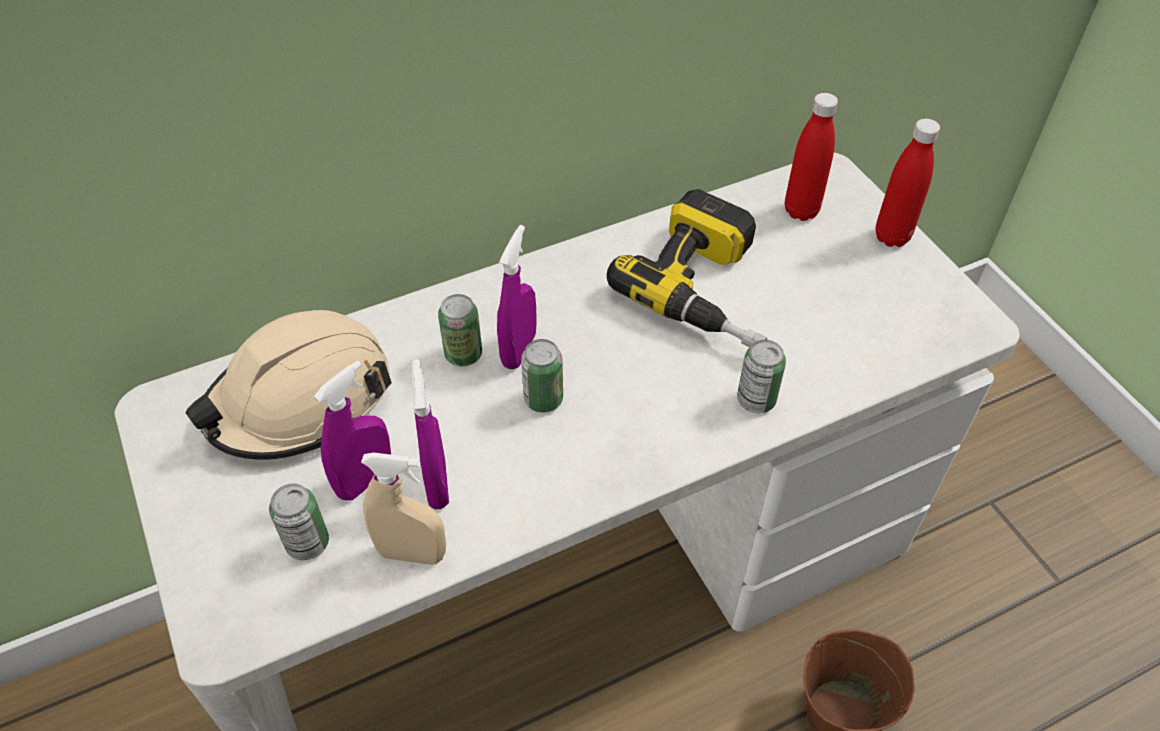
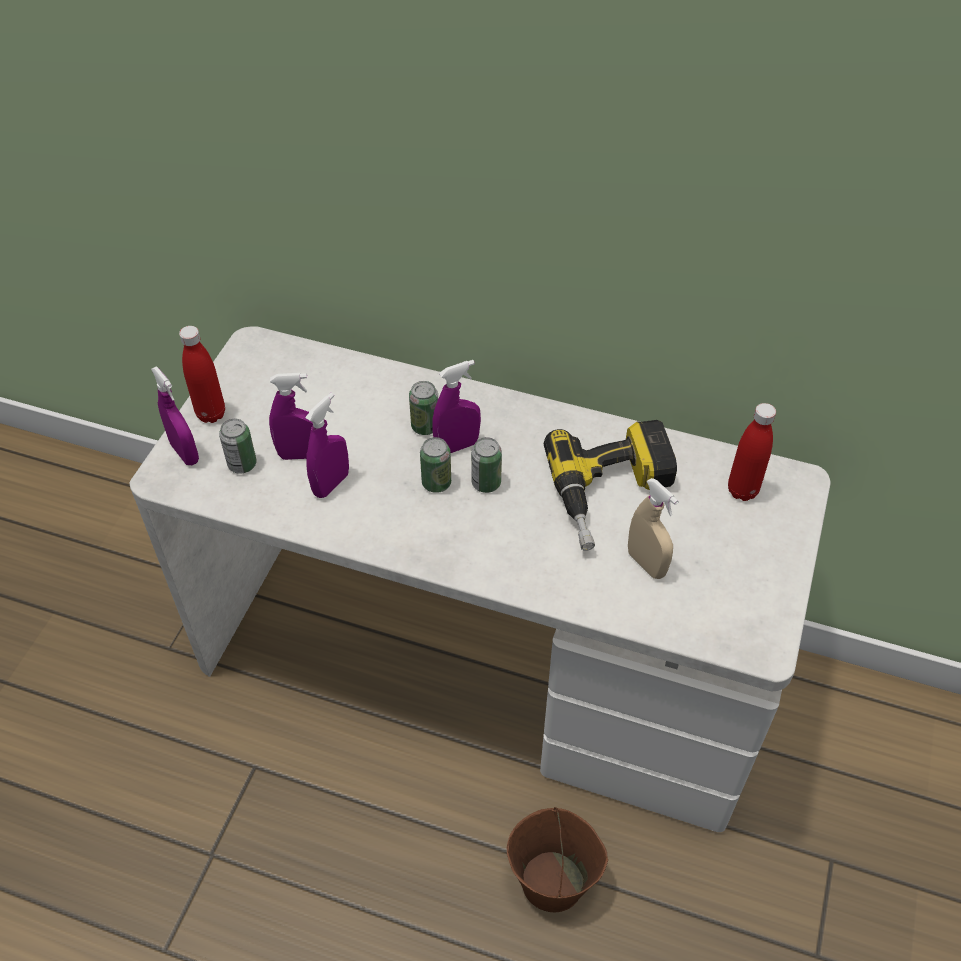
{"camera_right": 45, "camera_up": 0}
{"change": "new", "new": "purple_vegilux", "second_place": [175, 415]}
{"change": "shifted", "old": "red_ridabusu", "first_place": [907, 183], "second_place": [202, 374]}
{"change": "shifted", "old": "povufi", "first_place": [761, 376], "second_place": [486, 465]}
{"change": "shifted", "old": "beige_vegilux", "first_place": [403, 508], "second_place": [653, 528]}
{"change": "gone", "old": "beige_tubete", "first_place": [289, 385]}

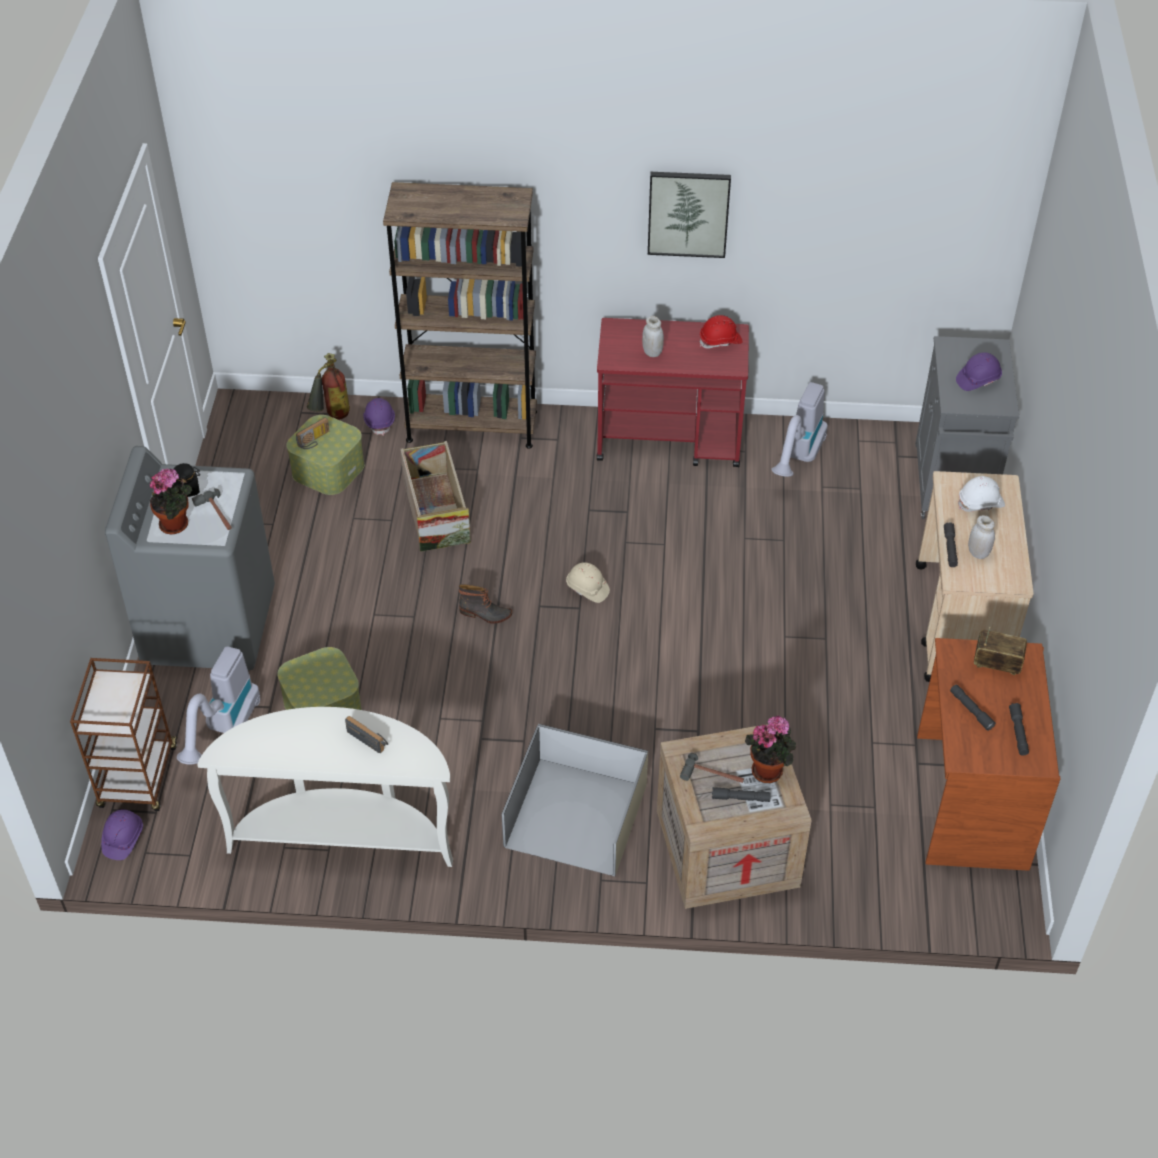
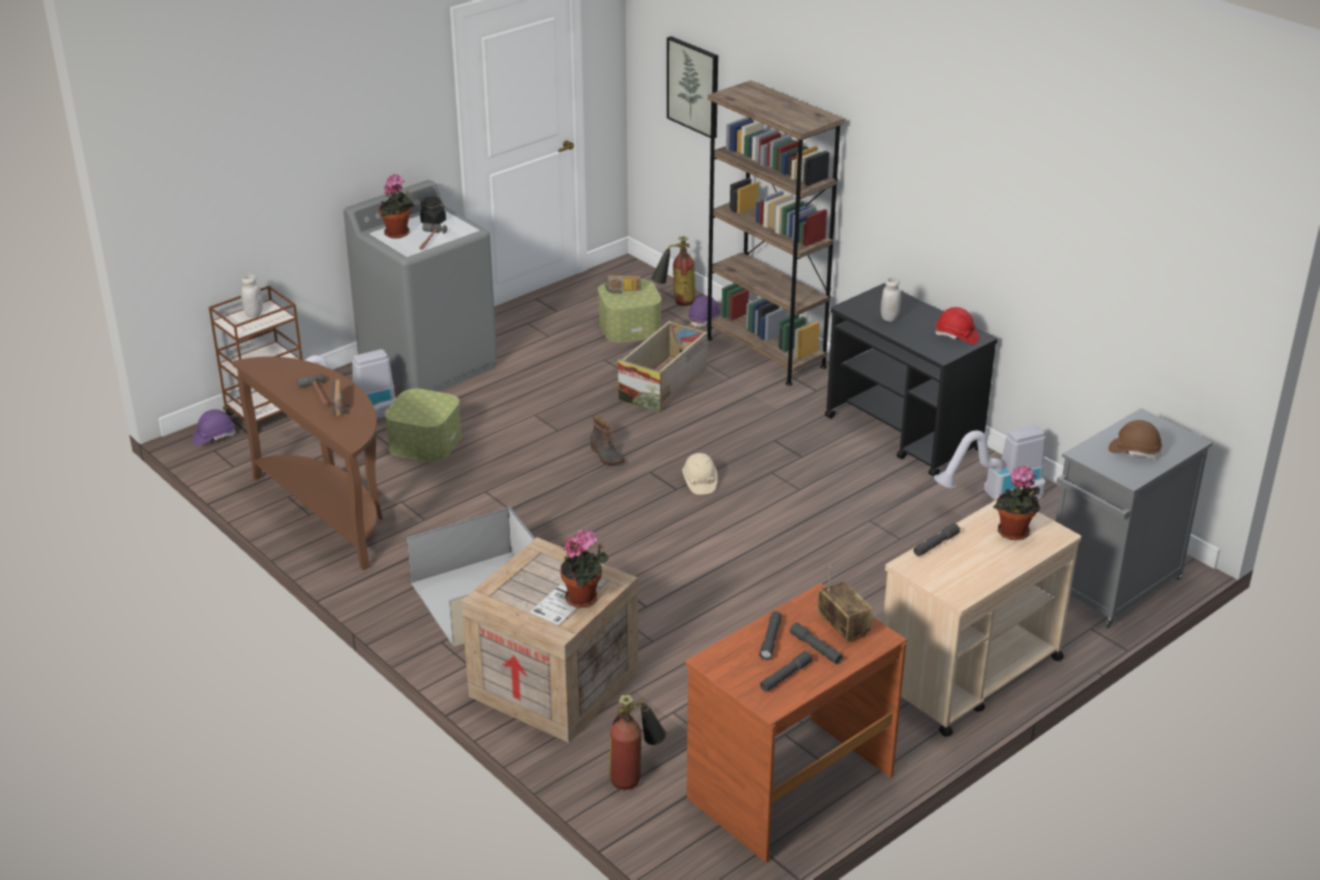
{"camera_right": 45, "camera_up": -15}
{"change": "repainted", "old": "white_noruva", "new": "brown_noruva", "first_place": [325, 787], "second_place": [307, 463]}
{"change": "shifted", "old": "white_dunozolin", "first_place": [981, 537], "second_place": [252, 296]}
{"change": "shifted", "old": "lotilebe", "first_place": [712, 768], "second_place": [313, 389]}
{"change": "new", "new": "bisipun", "second_place": [637, 742]}
{"change": "shifted", "old": "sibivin", "first_place": [689, 215], "second_place": [692, 87]}
{"change": "shifted", "old": "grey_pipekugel", "first_place": [741, 794], "second_place": [816, 643]}
{"change": "repainted", "old": "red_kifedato", "new": "black_kifedato", "first_place": [673, 392], "second_place": [911, 380]}
{"change": "swapped", "old": "white_tubete", "new": "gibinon", "first_place": [981, 494], "second_place": [1016, 503]}
{"change": "repainted", "old": "purple_tubete", "new": "brown_tubete", "first_place": [979, 371], "second_place": [1135, 439]}

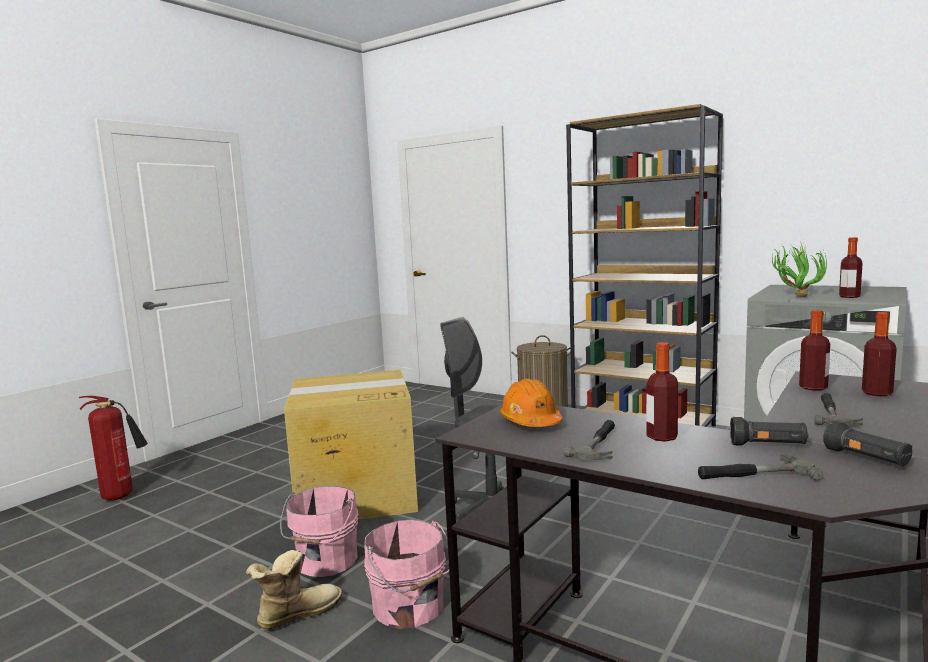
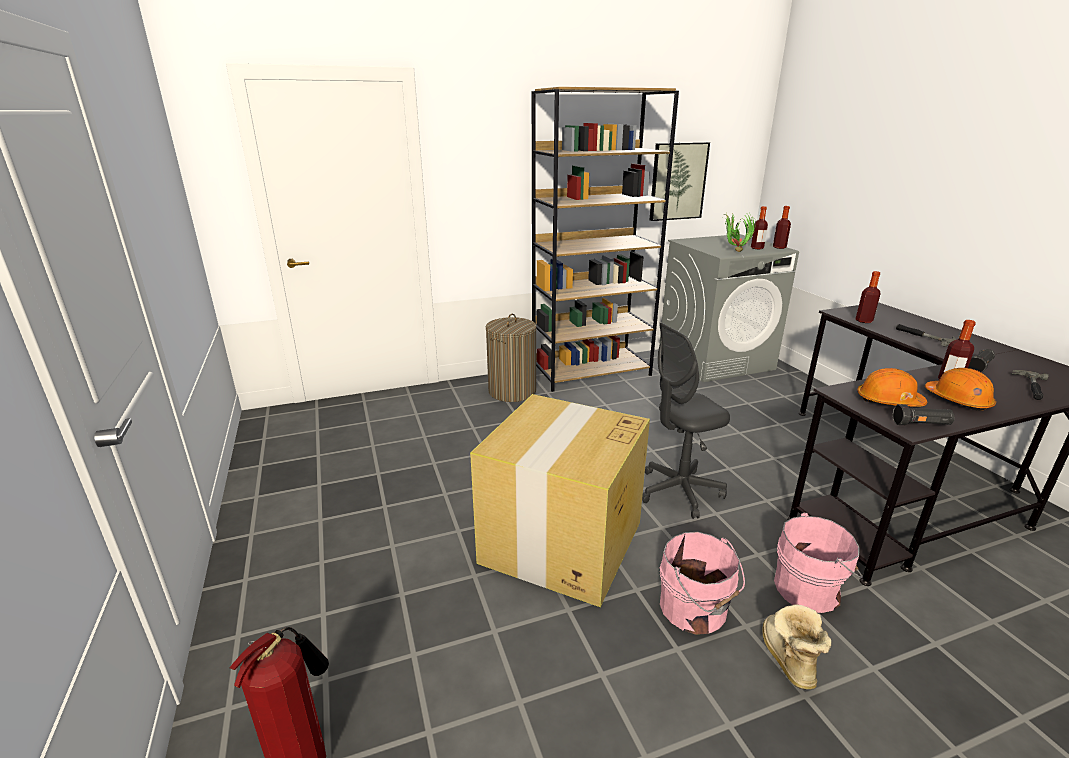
{"camera_right": -55, "camera_up": 15}
{"change": "new", "new": "sibivin", "second_place": [679, 181]}
{"change": "shifted", "old": "ridabusu", "first_place": [879, 354], "second_place": [782, 227]}
{"change": "shifted", "old": "black_pipekugel", "first_place": [867, 443], "second_place": [924, 414]}
{"change": "swapped", "old": "lotilebe", "new": "orange_tubete", "first_place": [589, 440], "second_place": [960, 389]}

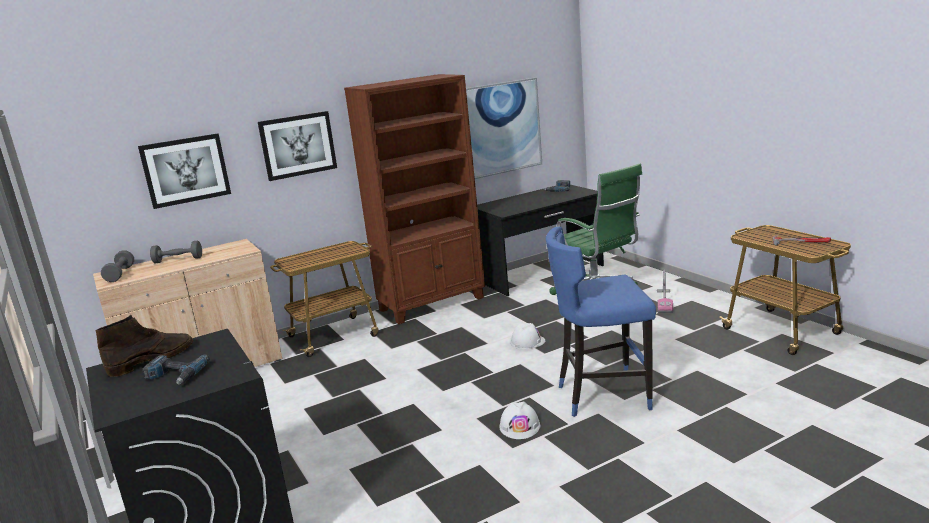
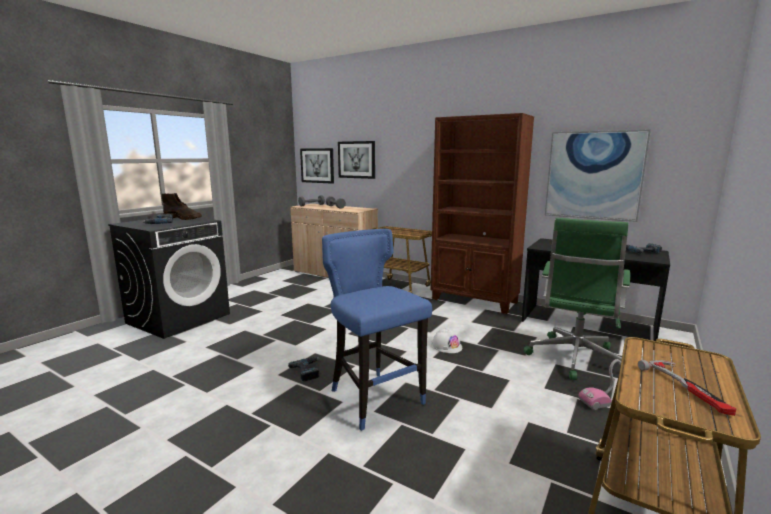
{"camera_right": 60, "camera_up": -5}
{"change": "swapped", "old": "white_tubete", "new": "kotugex", "first_place": [519, 420], "second_place": [304, 369]}
{"change": "shifted", "old": "sibivin", "first_place": [297, 146], "second_place": [317, 166]}

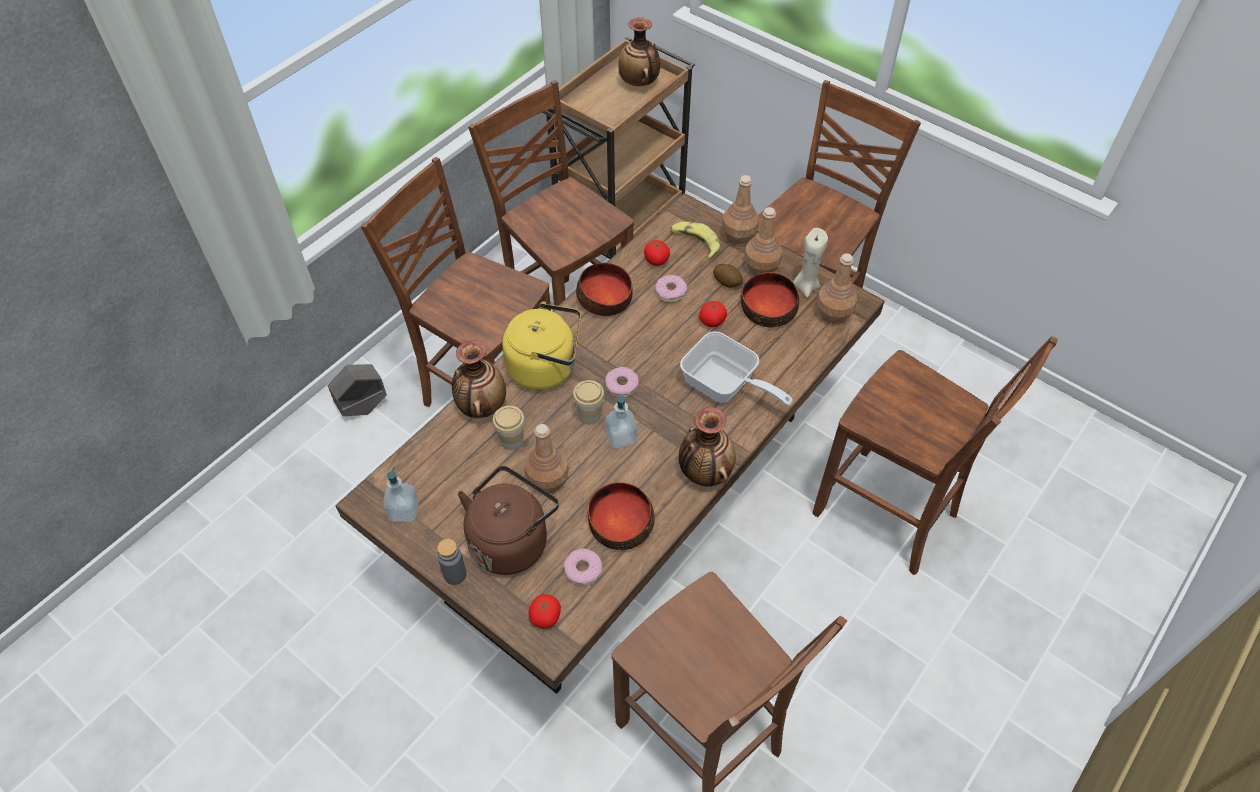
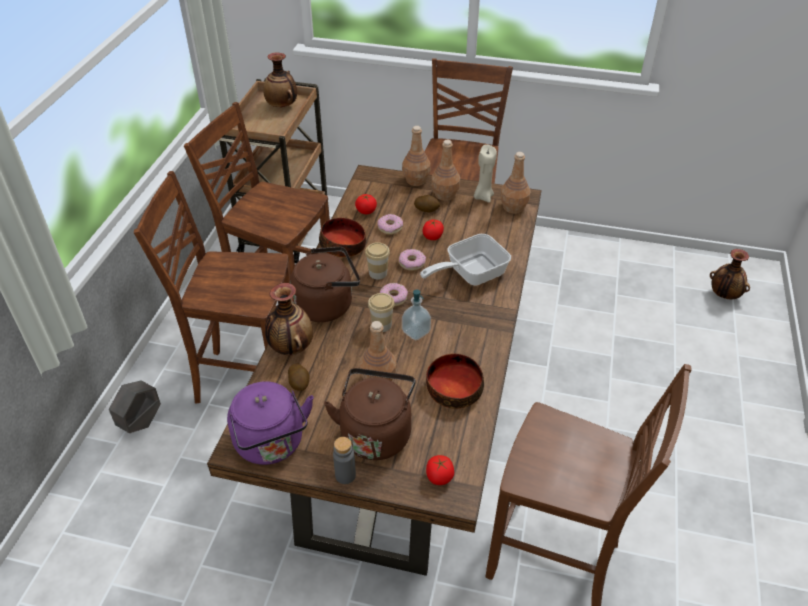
{"camera_right": -25, "camera_up": -10}
{"change": "swapped", "old": "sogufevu", "new": "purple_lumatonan", "first_place": [401, 494], "second_place": [270, 423]}
{"change": "new", "new": "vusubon", "second_place": [299, 377]}
{"change": "repainted", "old": "yellow_lumatonan", "new": "brown_lumatonan", "first_place": [541, 345], "second_place": [325, 284]}
{"change": "shifted", "old": "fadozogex", "first_place": [509, 428], "second_place": [377, 261]}
{"change": "shifted", "old": "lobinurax", "first_place": [583, 567], "second_place": [412, 260]}
{"change": "rotated", "old": "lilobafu", "first_place": [736, 368], "second_place": [465, 259], "degrees": 135}
{"change": "shifted", "old": "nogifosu", "first_place": [707, 447], "second_place": [730, 274]}
{"change": "gone", "old": "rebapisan", "first_place": [695, 240]}
{"change": "gone", "old": "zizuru", "first_place": [770, 299]}
{"change": "gone", "old": "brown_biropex", "first_place": [935, 455]}

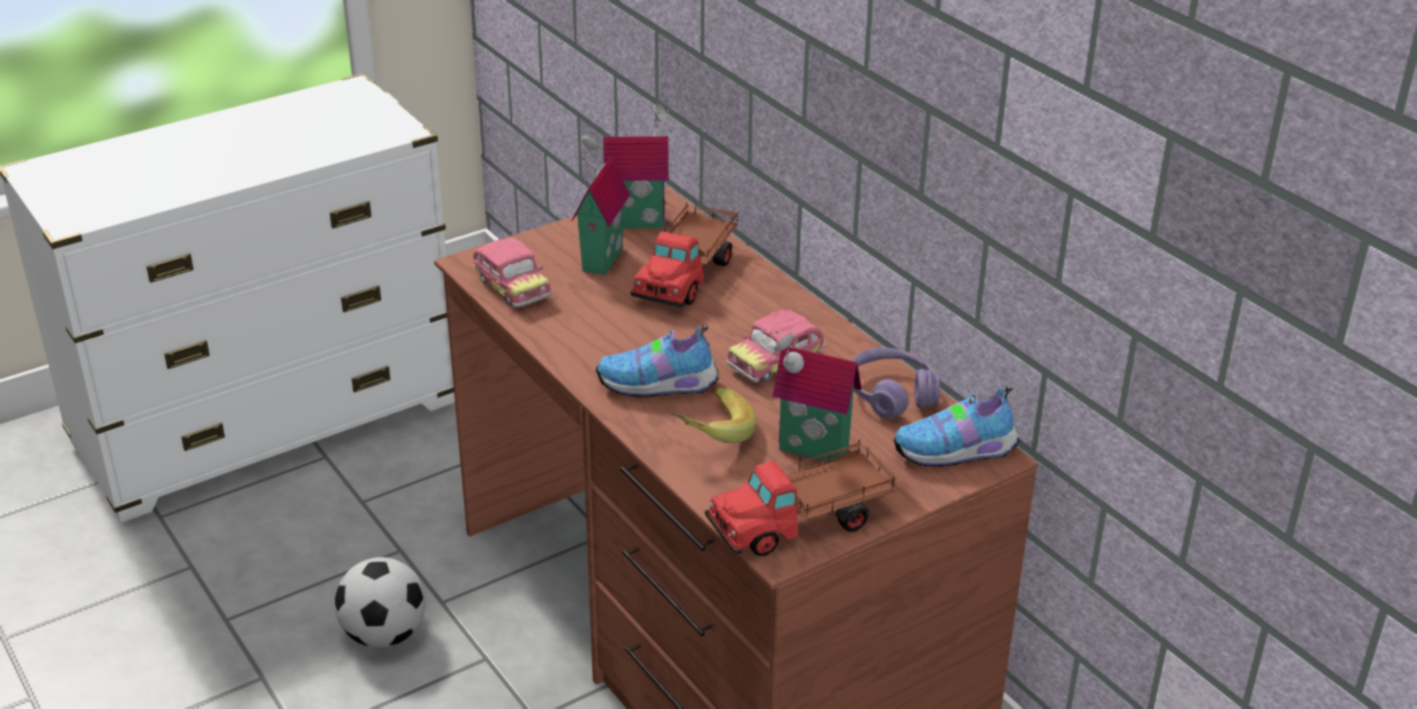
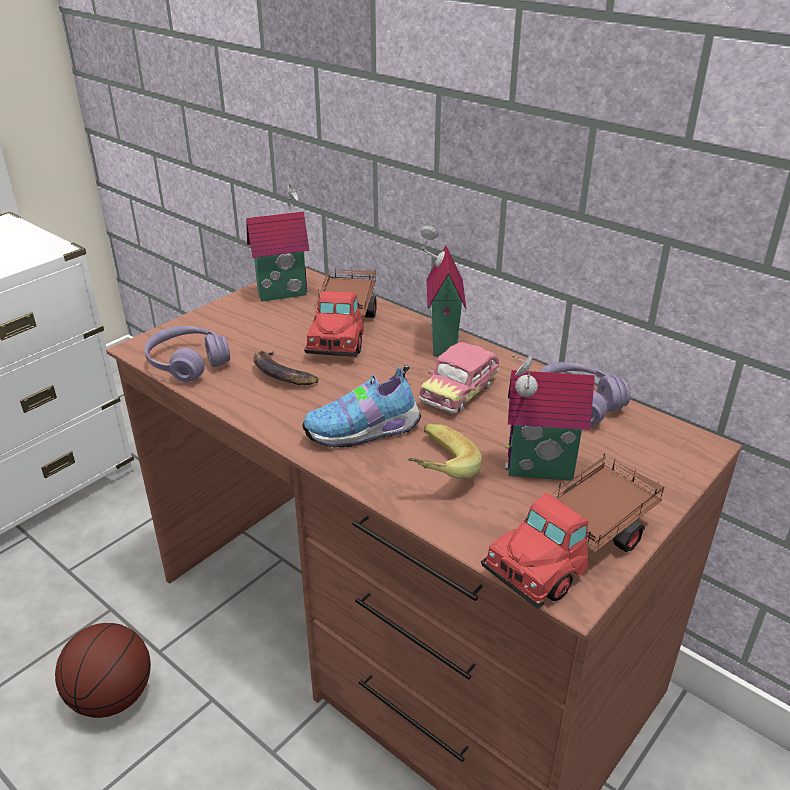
{"camera_right": -15, "camera_up": 0}
{"change": "swapped", "old": "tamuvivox", "new": "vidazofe", "first_place": [380, 602], "second_place": [103, 670]}
{"change": "swapped", "old": "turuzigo", "new": "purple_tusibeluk", "first_place": [512, 272], "second_place": [187, 354]}
{"change": "new", "new": "rebapisan", "second_place": [286, 368]}
{"change": "shifted", "old": "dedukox", "first_place": [600, 204], "second_place": [443, 290]}
{"change": "gone", "old": "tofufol", "first_place": [956, 426]}

